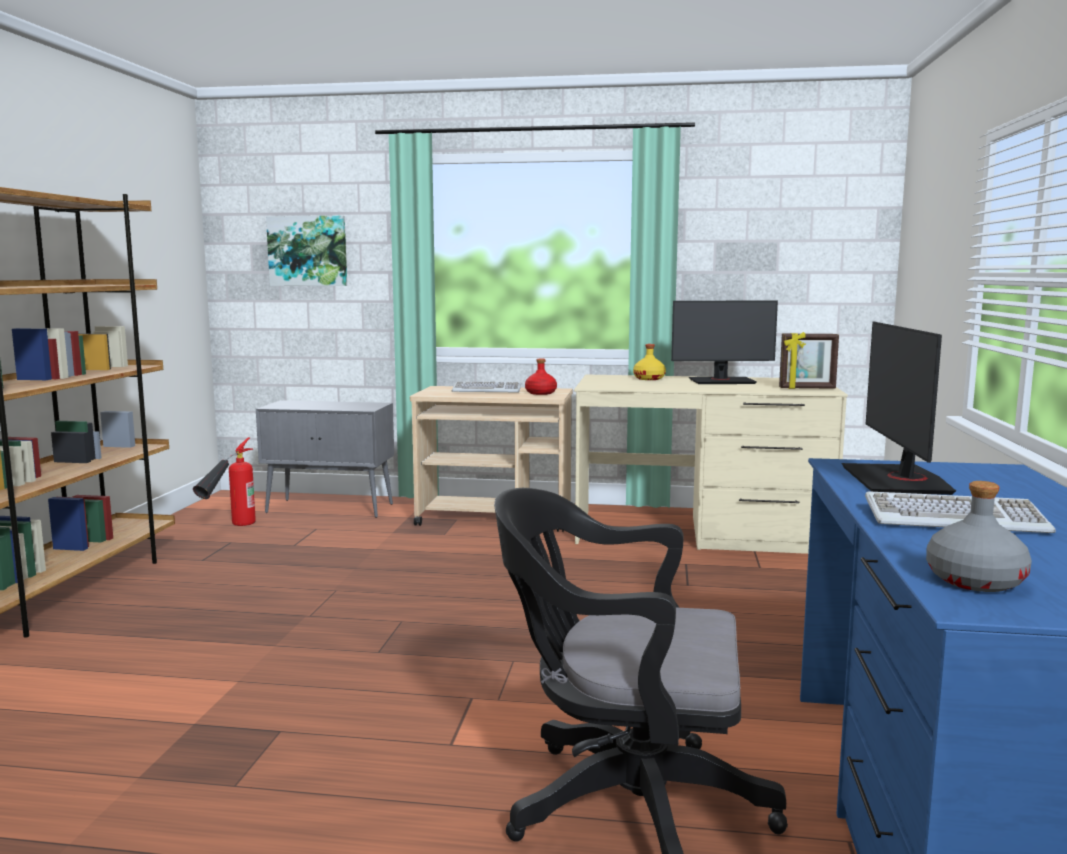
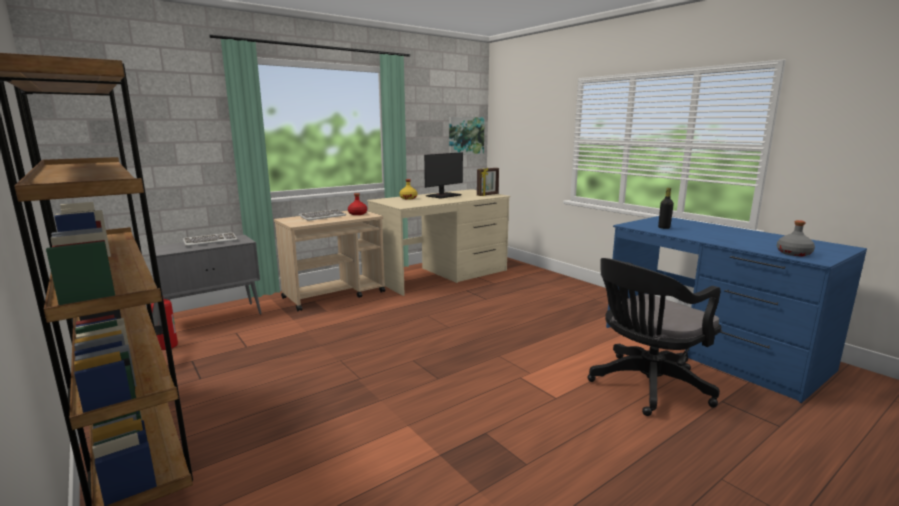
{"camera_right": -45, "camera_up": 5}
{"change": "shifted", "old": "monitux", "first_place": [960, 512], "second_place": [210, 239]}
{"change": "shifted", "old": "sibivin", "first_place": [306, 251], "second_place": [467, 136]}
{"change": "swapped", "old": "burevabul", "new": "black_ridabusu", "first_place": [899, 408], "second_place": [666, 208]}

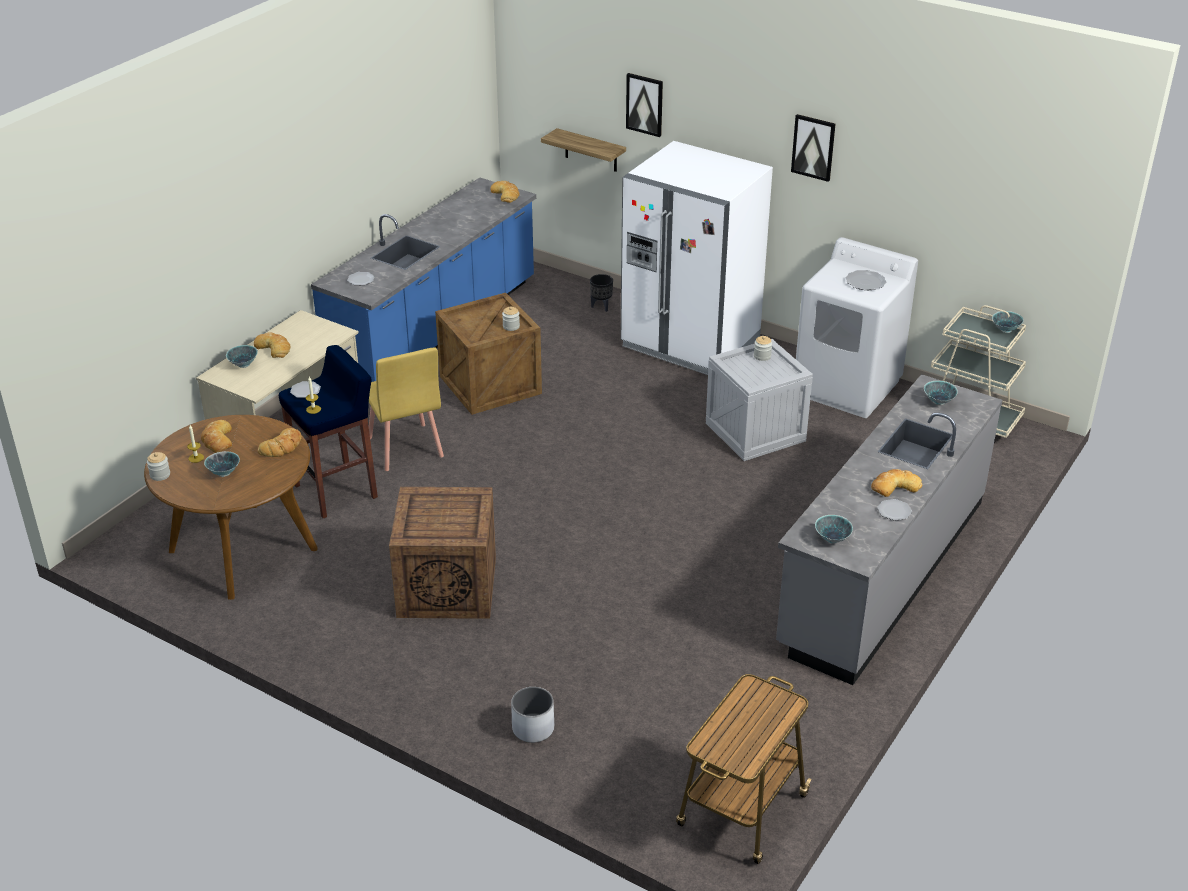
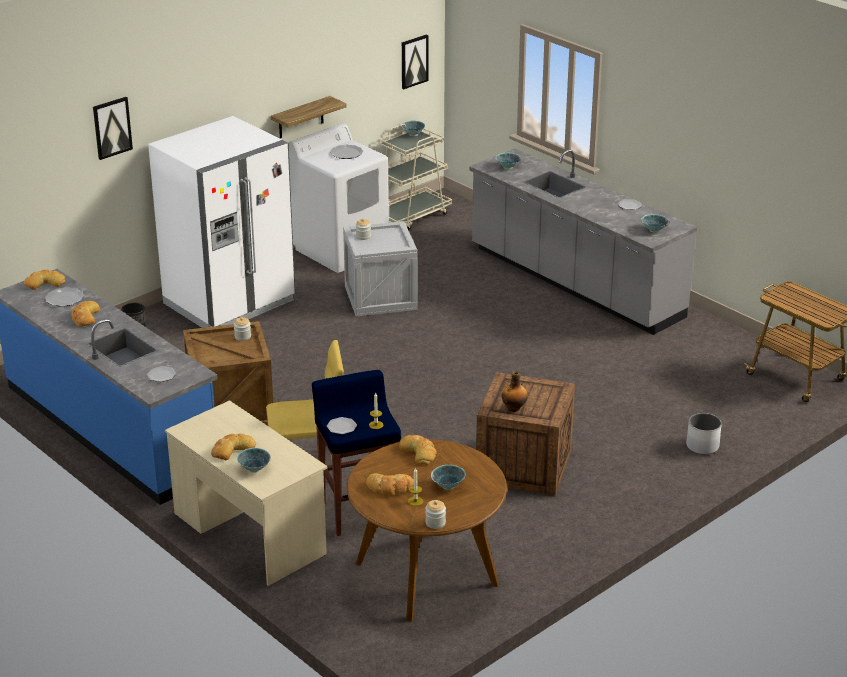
{"camera_right": -75, "camera_up": -5}
{"change": "new", "new": "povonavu", "second_place": [64, 297]}
{"change": "shifted", "old": "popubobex", "first_place": [896, 483], "second_place": [85, 314]}
{"change": "shifted", "old": "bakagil", "first_place": [583, 150], "second_place": [309, 117]}
{"change": "shifted", "old": "sibivin", "first_place": [813, 148], "second_place": [415, 61]}
{"change": "new", "new": "ridabusu", "second_place": [515, 391]}

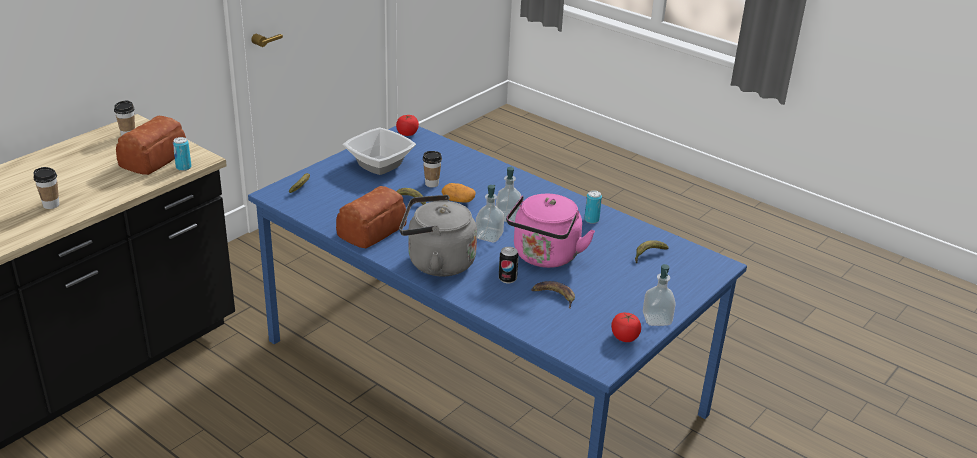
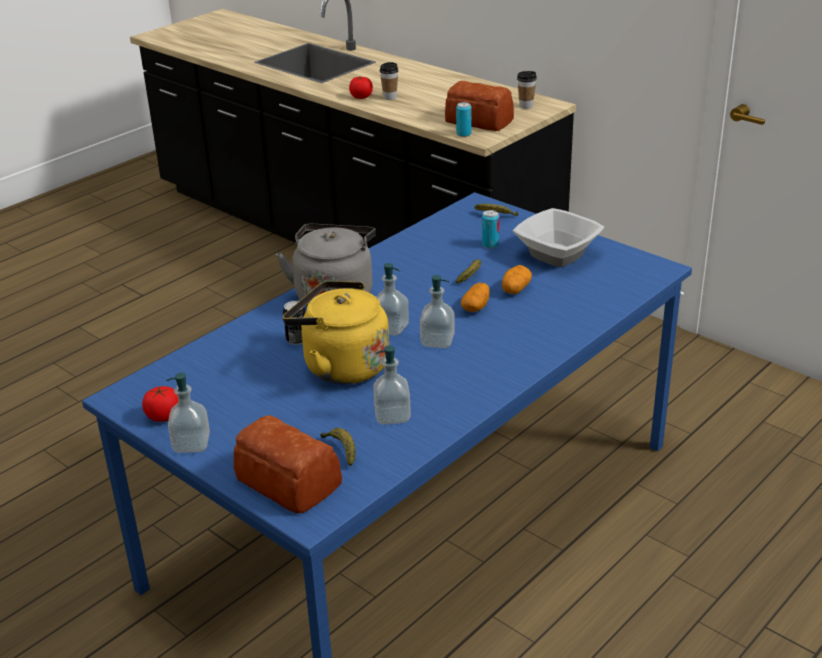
{"camera_right": 95, "camera_up": 0}
{"change": "shifted", "old": "popubobex", "first_place": [371, 217], "second_place": [288, 464]}
{"change": "repainted", "old": "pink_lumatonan", "new": "yellow_lumatonan", "first_place": [550, 231], "second_place": [336, 332]}
{"change": "shifted", "old": "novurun", "first_place": [407, 125], "second_place": [361, 88]}
{"change": "new", "new": "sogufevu", "second_place": [392, 385]}
{"change": "shifted", "old": "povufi", "first_place": [593, 207], "second_place": [490, 229]}
{"change": "swapped", "old": "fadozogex", "new": "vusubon", "first_place": [432, 169], "second_place": [517, 279]}
{"change": "gone", "old": "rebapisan", "first_place": [553, 295]}

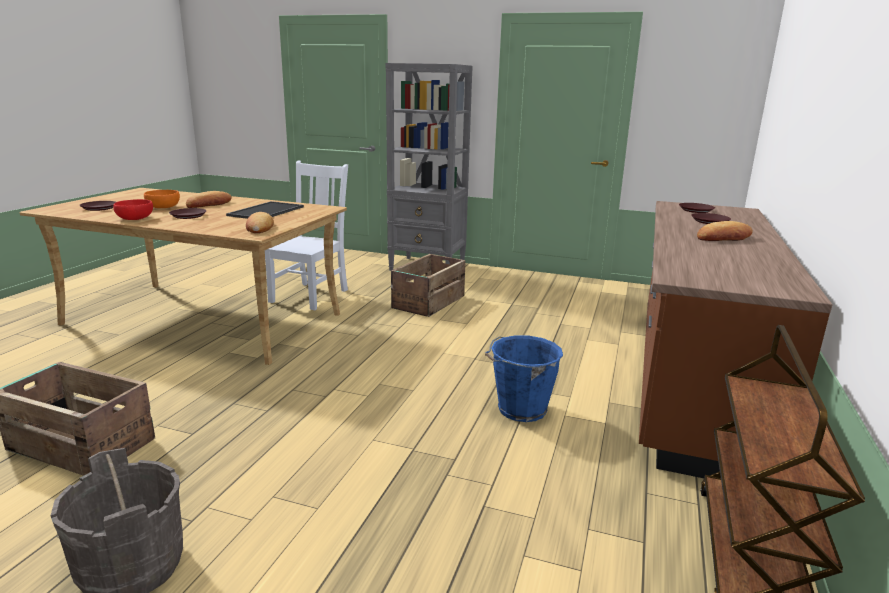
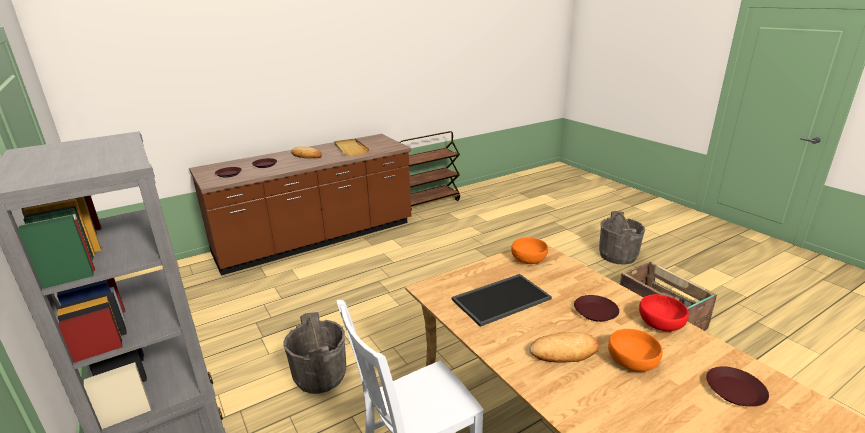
{"camera_right": -140, "camera_up": 5}
{"change": "swapped", "old": "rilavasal", "new": "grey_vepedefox", "first_place": [428, 285], "second_place": [315, 353]}
{"change": "new", "new": "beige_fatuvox", "second_place": [352, 147]}
{"change": "swapped", "old": "popubobex", "new": "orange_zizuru", "first_place": [260, 222], "second_place": [529, 250]}
{"change": "gone", "old": "blue_vepedefox", "first_place": [524, 378]}

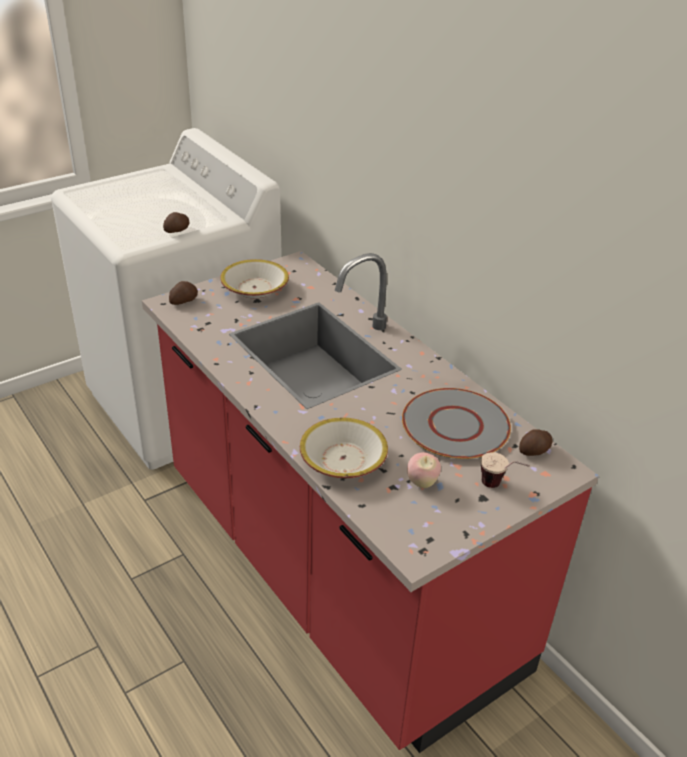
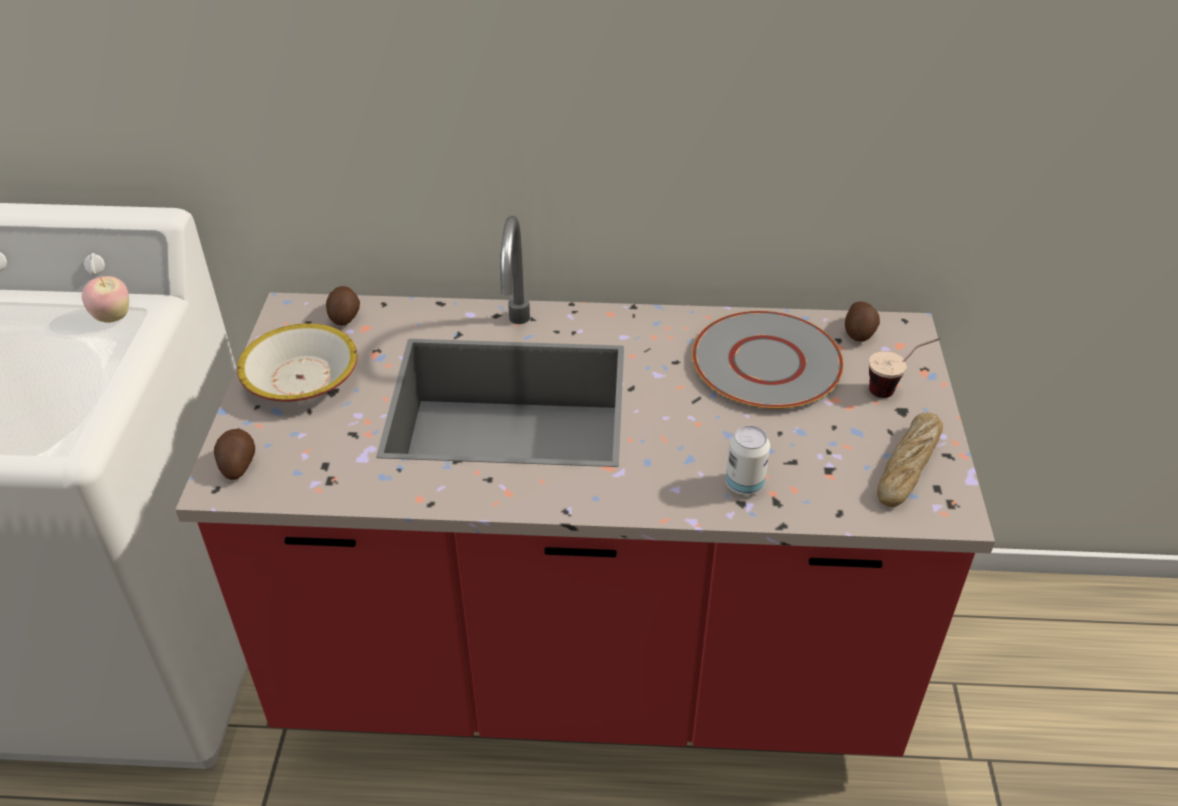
{"camera_right": -50, "camera_up": 5}
{"change": "shifted", "old": "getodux", "first_place": [424, 470], "second_place": [105, 299]}
{"change": "shifted", "old": "vusubon", "first_place": [176, 222], "second_place": [343, 306]}
{"change": "swapped", "old": "zizuru", "new": "povufi", "first_place": [344, 448], "second_place": [748, 460]}
{"change": "new", "new": "popubobex", "second_place": [910, 459]}

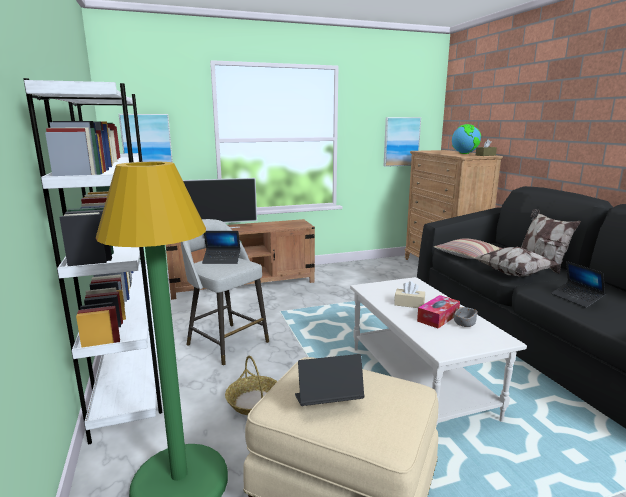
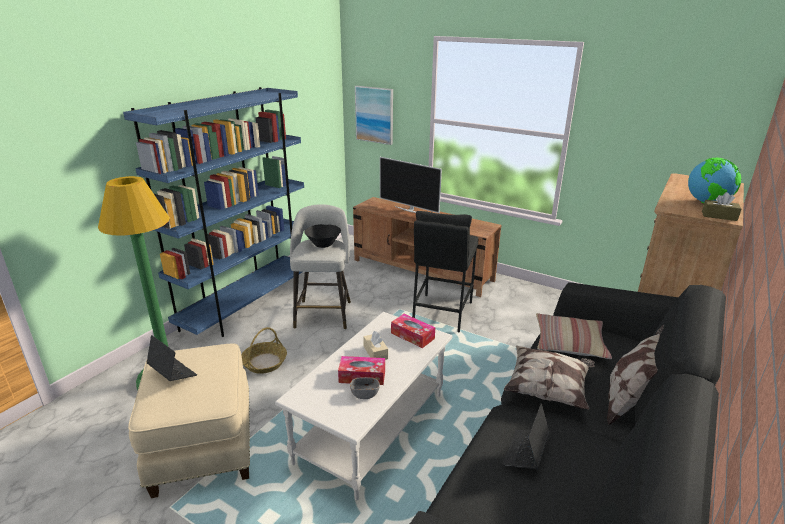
{"camera_right": 50, "camera_up": 10}
{"change": "repainted", "old": "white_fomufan", "new": "blue_fomufan", "first_place": [92, 261], "second_place": [213, 212]}
{"change": "swapped", "old": "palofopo", "new": "black_zizuru", "first_place": [221, 247], "second_place": [323, 236]}
{"change": "new", "new": "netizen", "second_place": [413, 331]}
{"change": "new", "new": "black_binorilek", "second_place": [445, 271]}
{"change": "gone", "old": "sibivin", "first_place": [402, 142]}

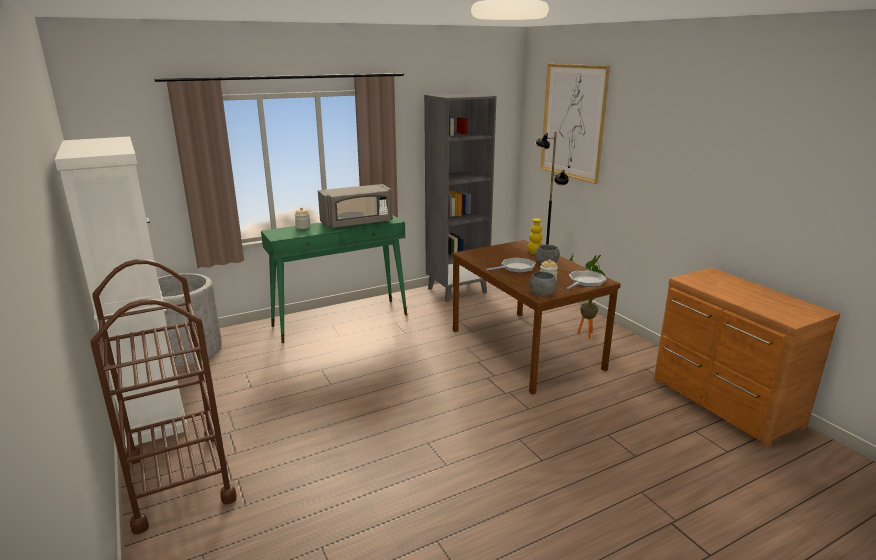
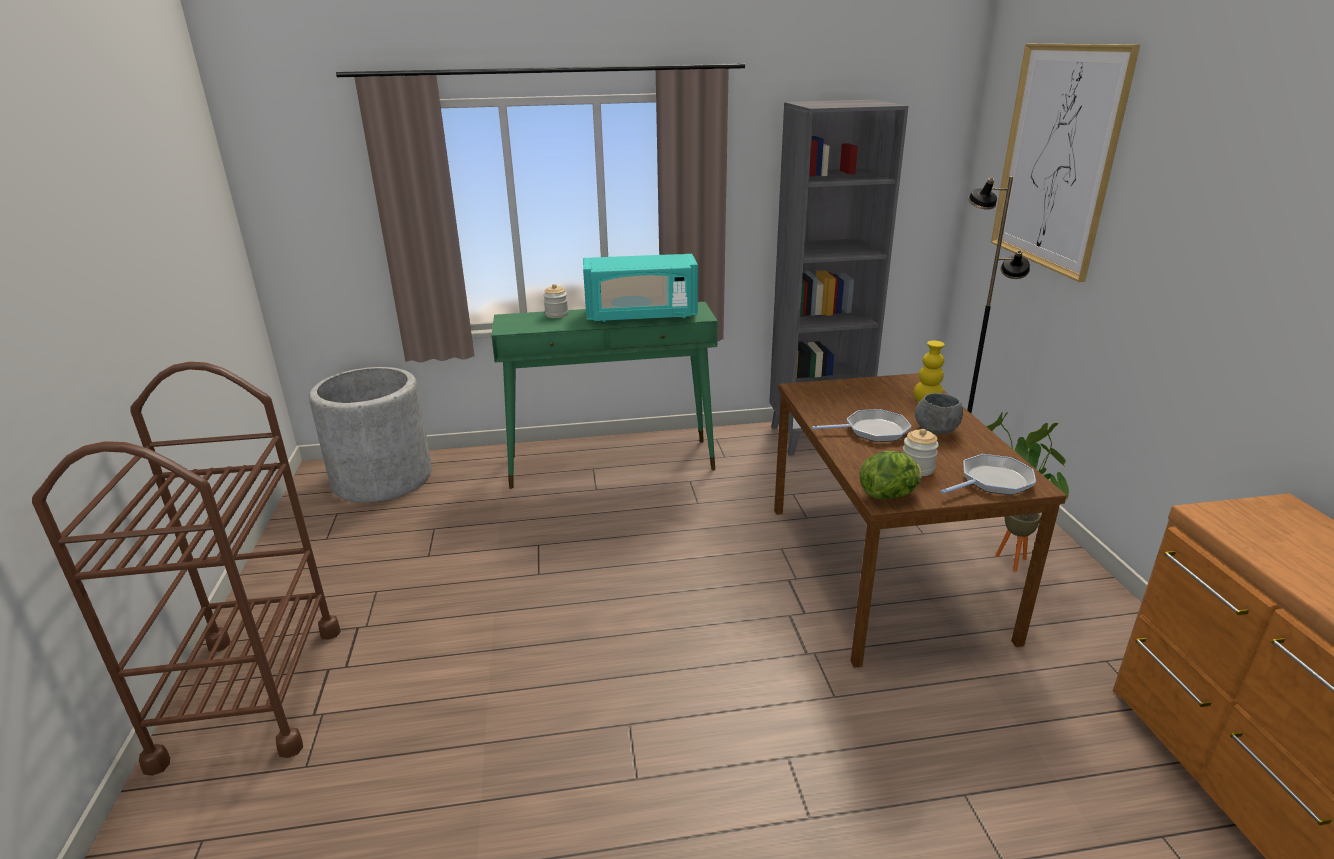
{"camera_right": 20, "camera_up": 5}
{"change": "repainted", "old": "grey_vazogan", "new": "turquoise_vazogan", "first_place": [355, 206], "second_place": [640, 288]}
{"change": "swapped", "old": "grey_zizuru", "new": "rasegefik", "first_place": [543, 283], "second_place": [890, 475]}
{"change": "gone", "old": "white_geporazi", "first_place": [121, 292]}

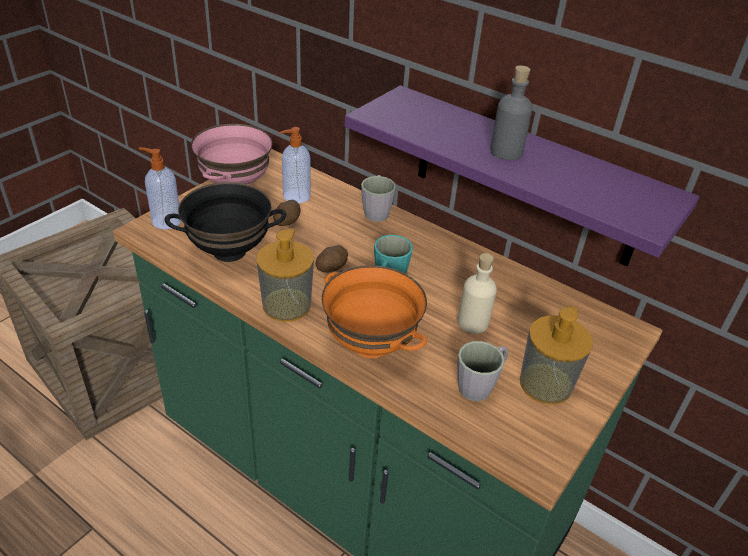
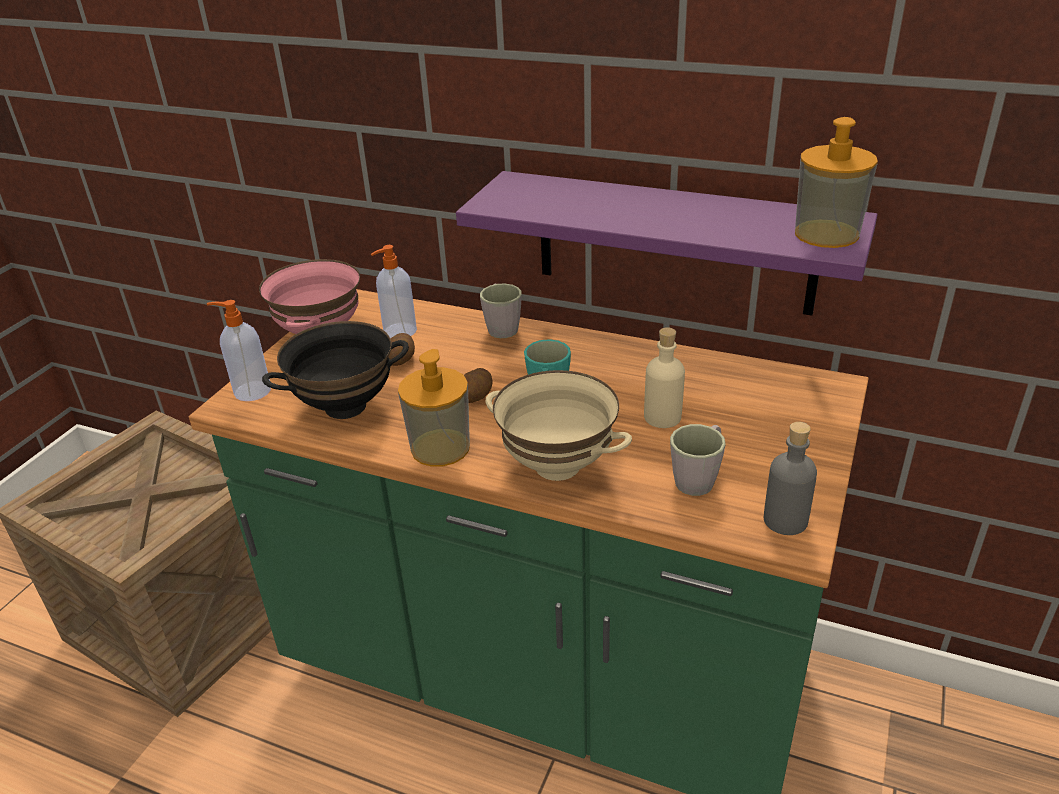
{"camera_right": -10, "camera_up": -5}
{"change": "repainted", "old": "orange_zizuru", "new": "beige_zizuru", "first_place": [374, 311], "second_place": [559, 425]}
{"change": "shifted", "old": "grey_ridabusu", "first_place": [511, 112], "second_place": [790, 478]}
{"change": "shifted", "old": "sogufevu", "first_place": [556, 355], "second_place": [836, 182]}

